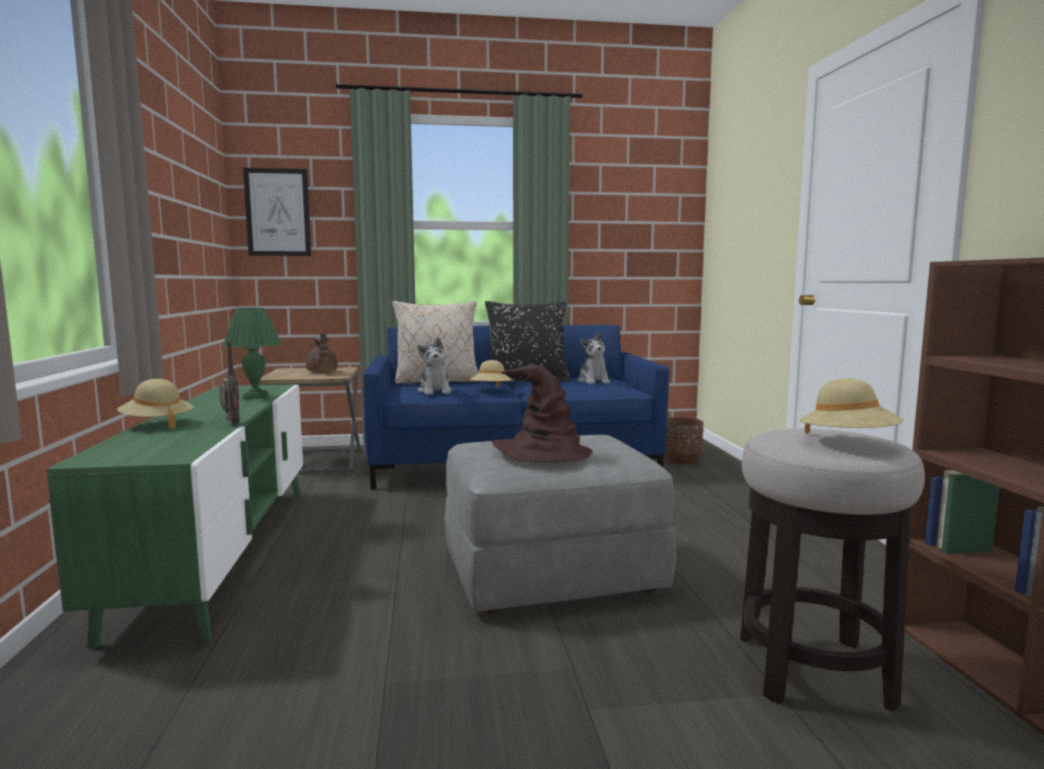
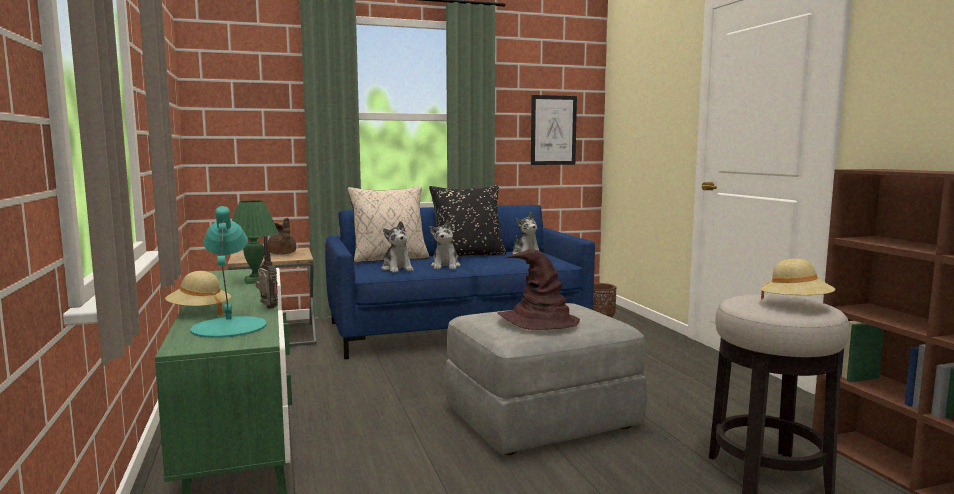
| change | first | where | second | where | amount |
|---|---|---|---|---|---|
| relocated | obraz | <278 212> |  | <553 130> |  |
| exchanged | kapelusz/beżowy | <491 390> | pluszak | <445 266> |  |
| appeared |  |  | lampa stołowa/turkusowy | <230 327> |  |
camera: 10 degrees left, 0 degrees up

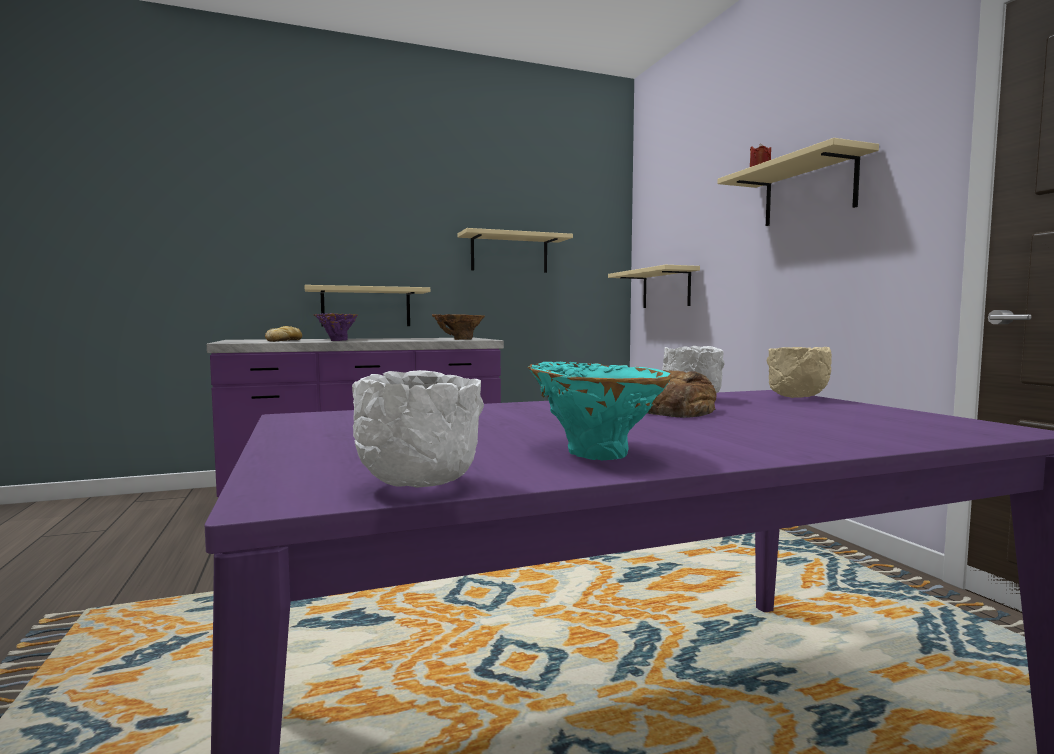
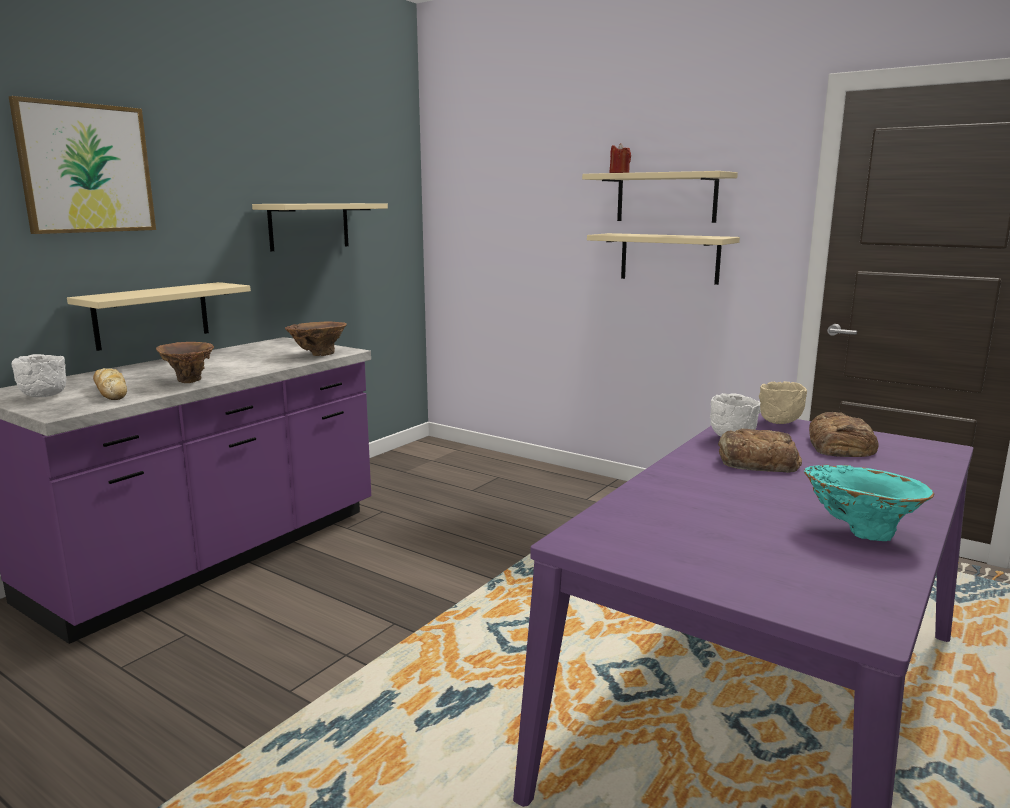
| change | first | where | second | where | amount |
|---|---|---|---|---|---|
| colour | wazon/fioletowy | <336 340> | wazon/brązowy | <188 382> |  |
| relocated | miska/biały | <416 485> |  | <43 396> |  |
| relocated | półka/beżowy | <666 288> |  | <669 258> |  |
| appeared |  |  | obraz | <86 168> |  |
| appeared |  |  | chleb | <839 445> |  |
camera: 35 degrees left, 10 degrees up

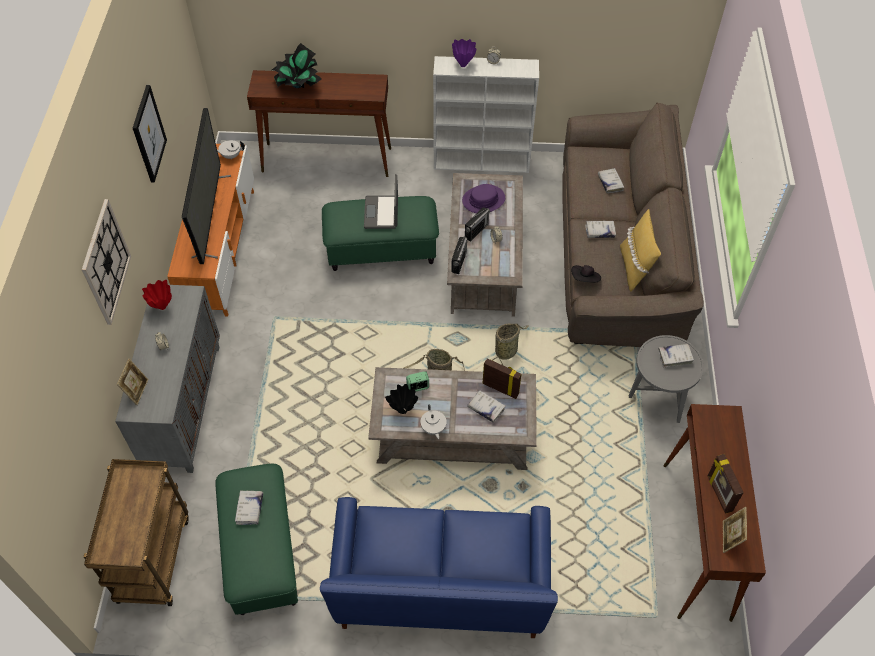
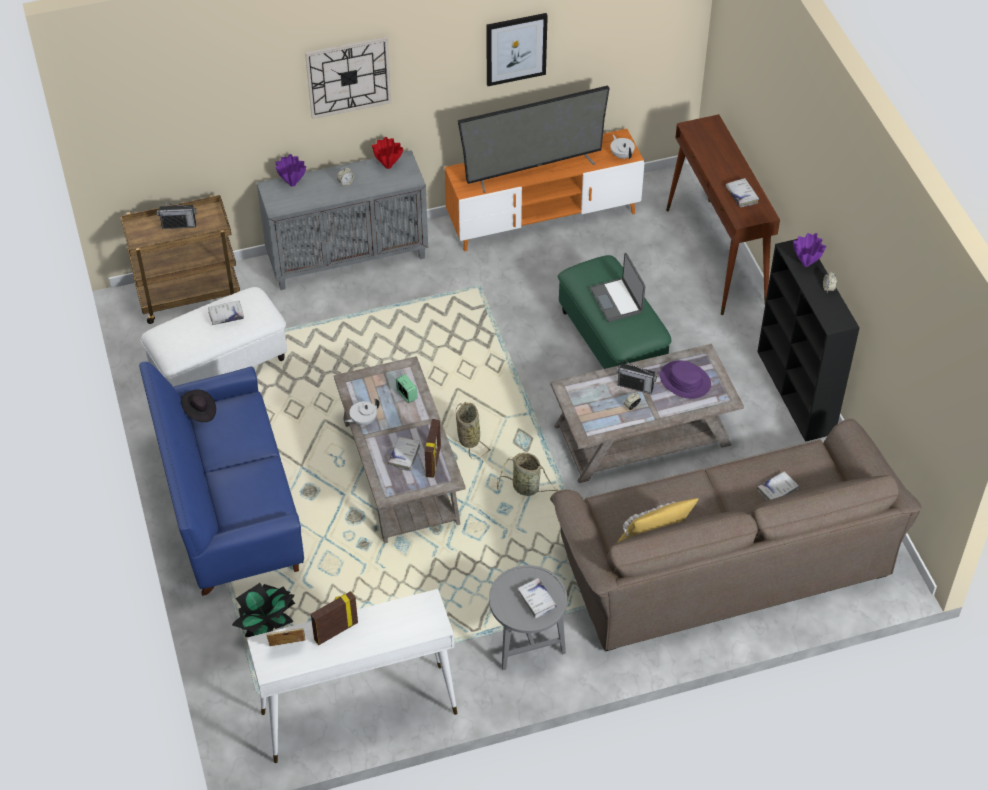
| change | first | where | second | where | amount |
|---|---|---|---|---|---|
| exchanged | ramka na zdjęcie | <137 391> | wazon/fioletowy | <292 184> |  |
| colour | pufa/zielony | <261 552> | pufa/biały | <219 365> |  |
| relocated | roślina doniczkowa | <298 85> |  | <267 624> |  |
| spun | laptop | <382 213> |  | <617 300> | 90 degrees counterclockwise |
| missing | wazon/czarny | <403 411> |  |  |  |
| colour | regał/biały | <482 161> | regał/czarny | <796 393> |  |
| relocated | radio | <459 262> |  | <179 225> |  |
| relocated | kapelusz/czarny | <585 279> |  | <199 412> |  |
| relocated | książka/biały | <600 232> |  | <741 195> |  |
| colour | stolik konsolowy/brązowy | <696 540> | stolik konsolowy/biały | <358 713> |  |
camera: 70 degrees right, 5 degrees down

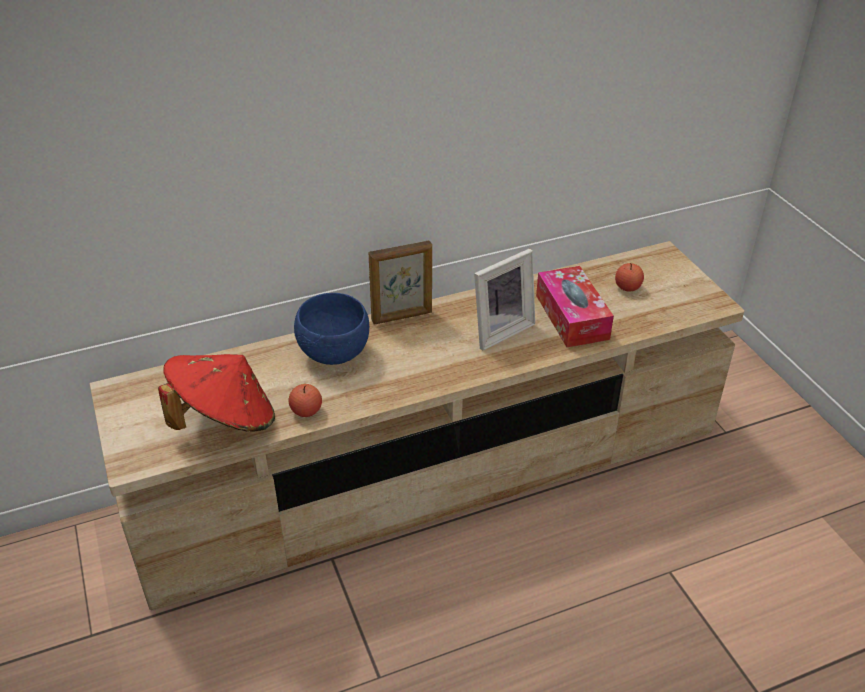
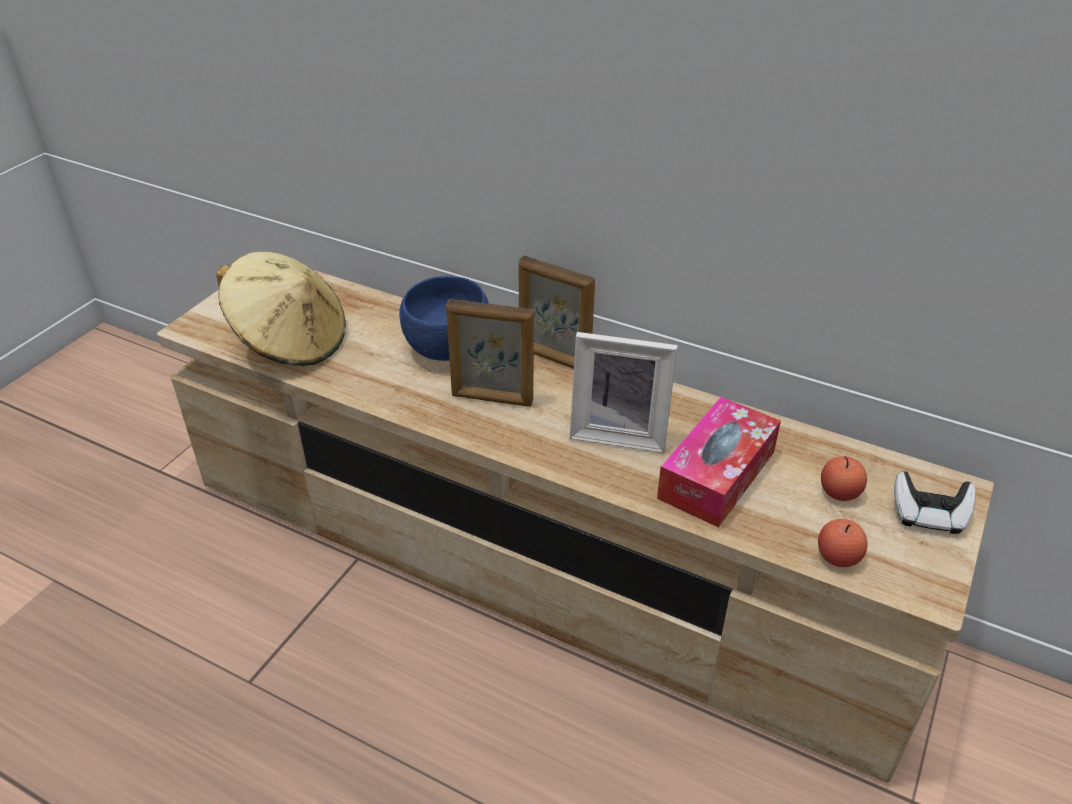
| change | first | where | second | where | amount |
|---|---|---|---|---|---|
| colour | kapelusz/czerwony | <224 420> | kapelusz/beżowy | <290 341> |  |
| relocated | jabłko | <306 411> |  | <838 557> |  |
| appeared |  |  | ramka na zdjęcie | <492 399> |  |
| appeared |  |  | pad do gier | <928 516> |  |
camera: 50 degrees right, 0 degrees up

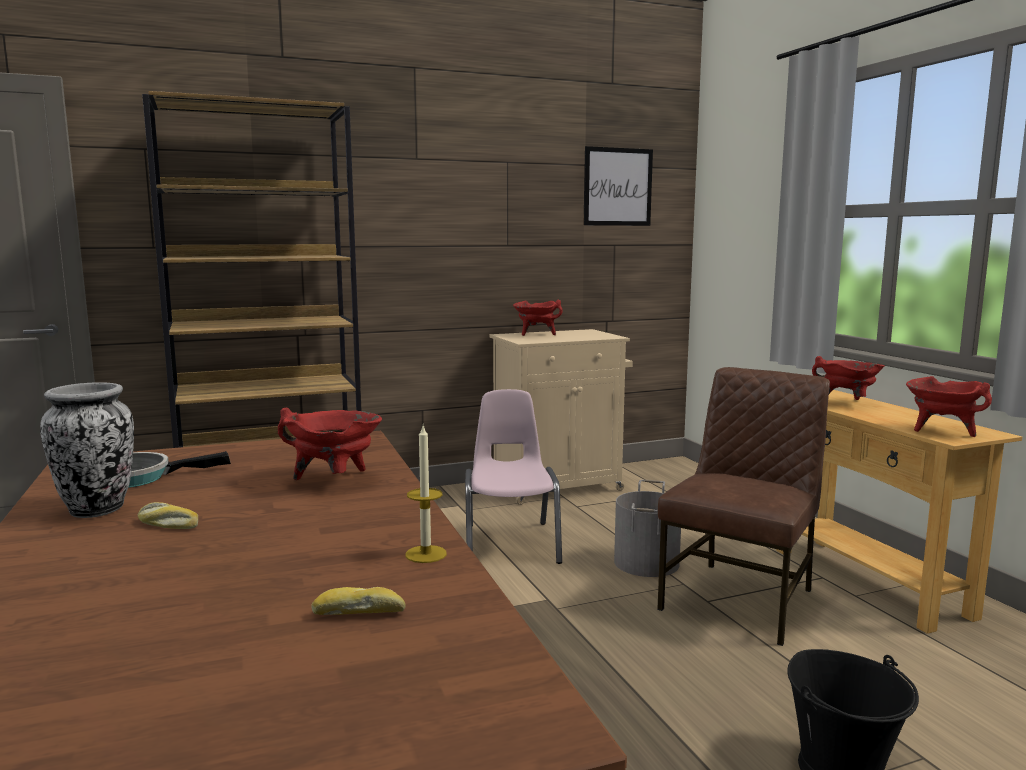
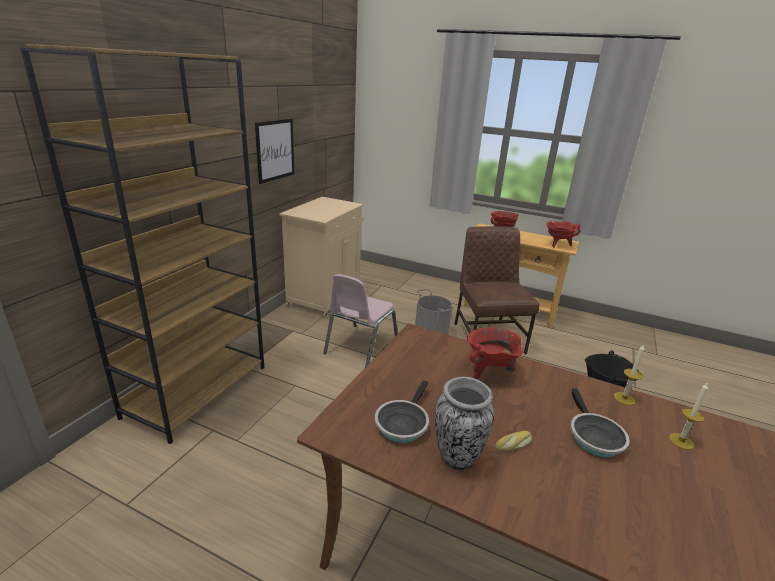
| change | first | where | second | where | amount |
|---|---|---|---|---|---|
| exchanged | chleb | <359 612> | świeca | <681 441> |  |
| spun | krzesło/różowy | <511 543> |  | <360 346> | 105 degrees counterclockwise |
| missing | garnek/czerwony | <536 334> |  |  |  |
| relocated | obraz | <617 187> |  | <275 150> |  |
| appeared |  |  | patelnia | <593 436> |  |
camera: 45 degrees left, 15 degrees up

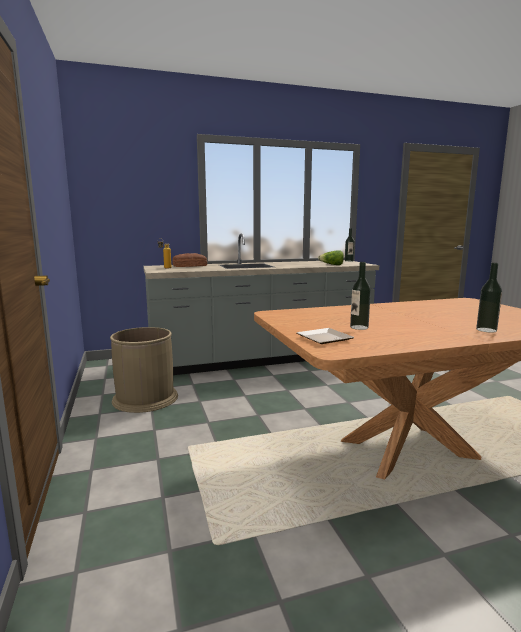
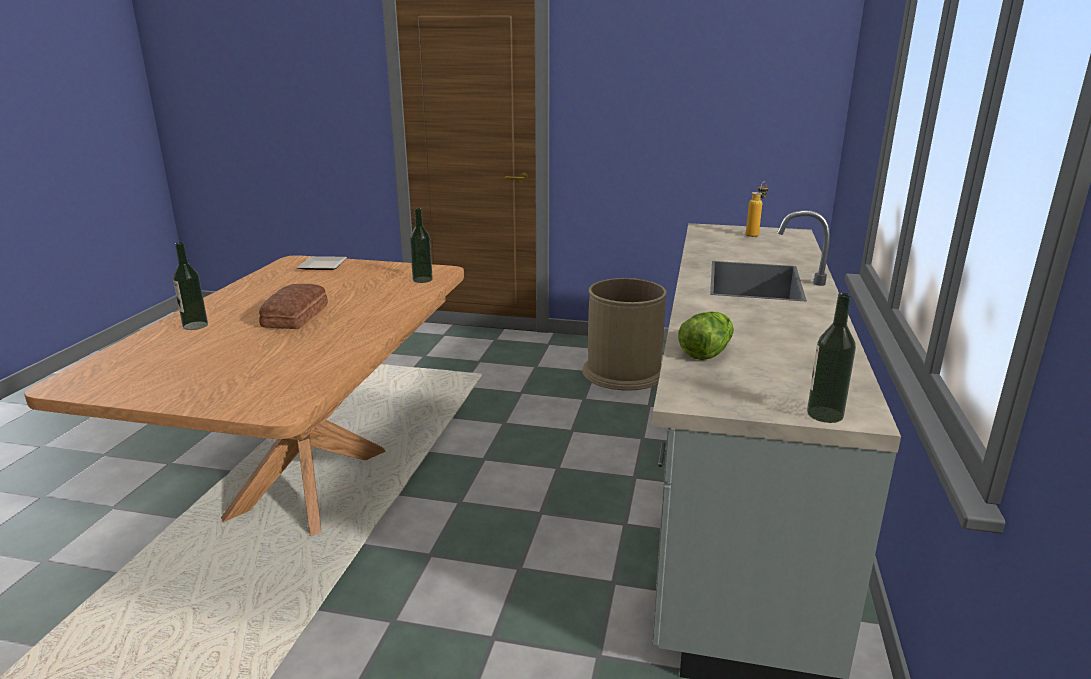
| change | first | where | second | where | amount |
|---|---|---|---|---|---|
| relocated | chleb | <189 266> |  | <297 315> |  |
| relocated | butelka | <359 327> |  | <422 279> |  |
camera: 120 degrees right, 10 degrees up

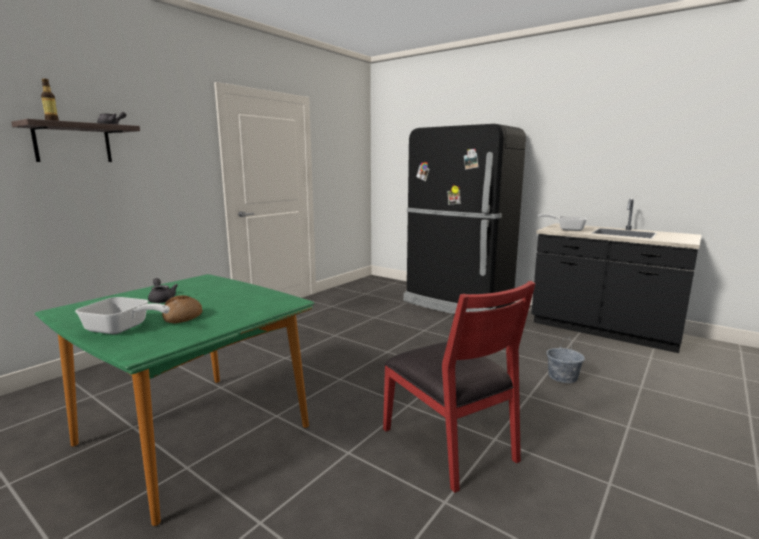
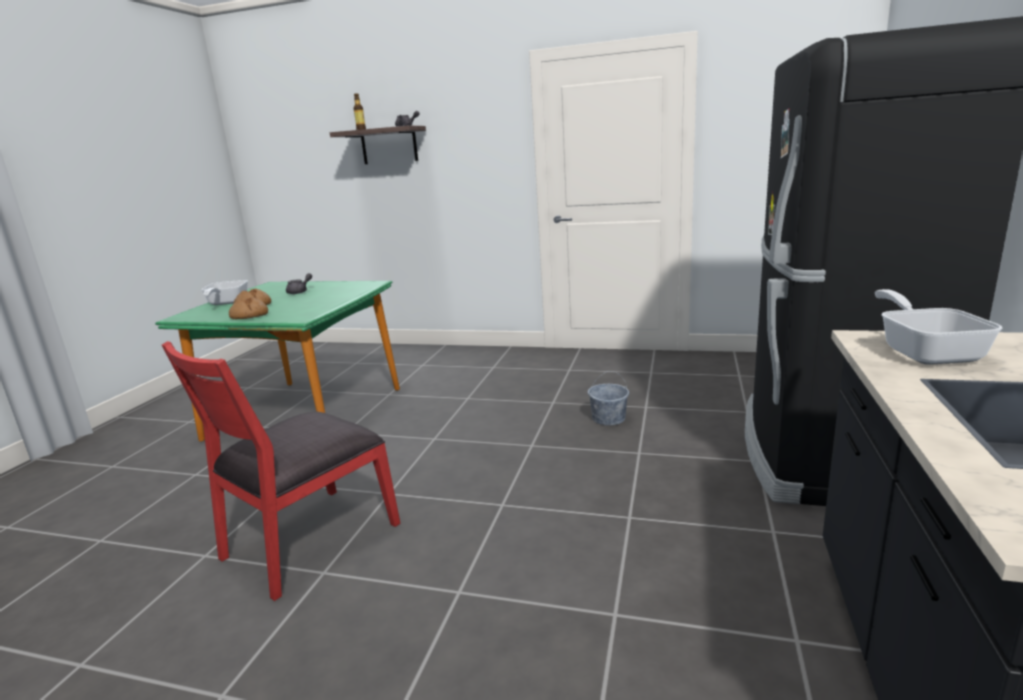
| change | first | where | second | where | amount |
|---|---|---|---|---|---|
| relocated | wiadro/szary | <562 377> |  | <609 418> |  |
| appeared |  |  | chleb | <249 316> |  |
camera: 70 degrees right, 5 degrees up

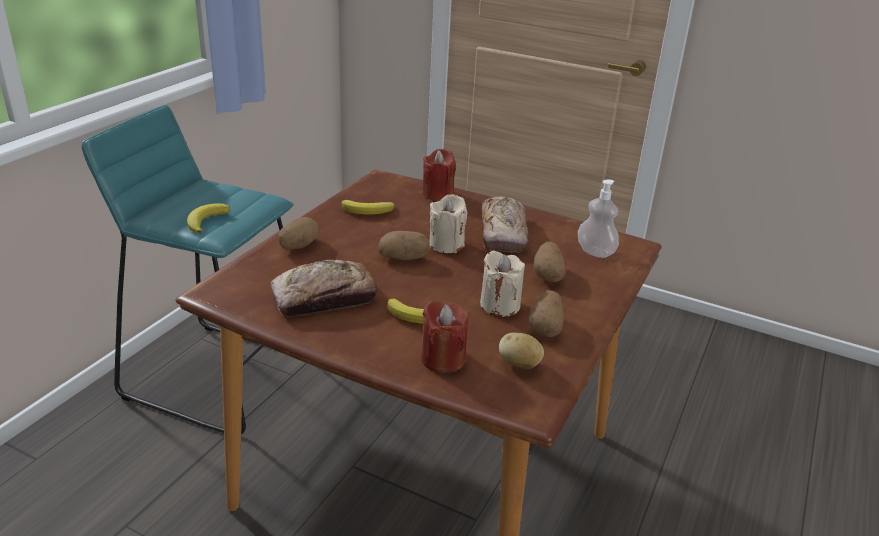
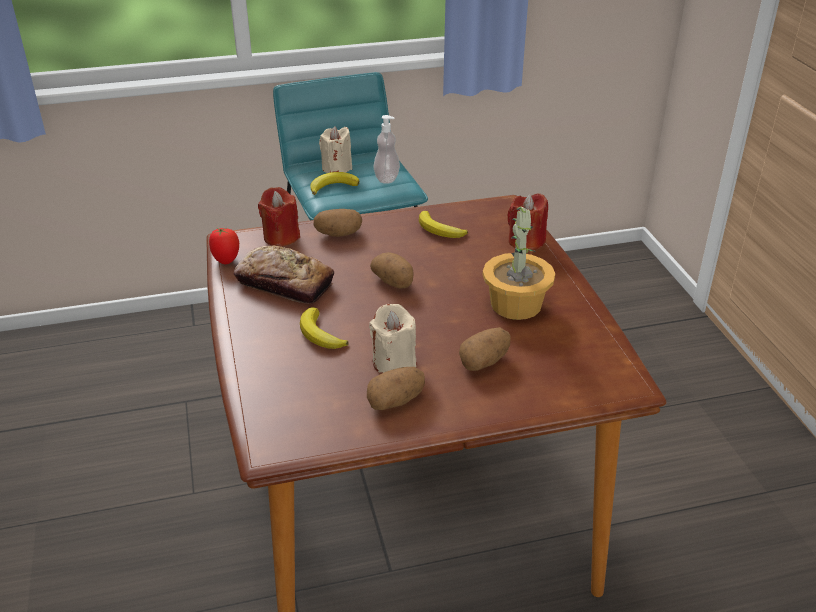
| change | first | where | second | where | amount |
|---|---|---|---|---|---|
| relocated | świeca/czerwony | <443 359> |  | <281 237> |  |
| relocated | świeca/beżowy | <446 245> |  | <336 168> |  |
| exchanged | chleb | <503 233> | roślina doniczkowa | <516 305> |  |
| missing | ziemniak | <519 364> |  |  |  |
| relocated | dozownik mydła | <595 252> |  | <386 178> |  |
| appeared |  |  | pomidor | <226 260> |  |
camera: 50 degrees right, 5 degrees up

